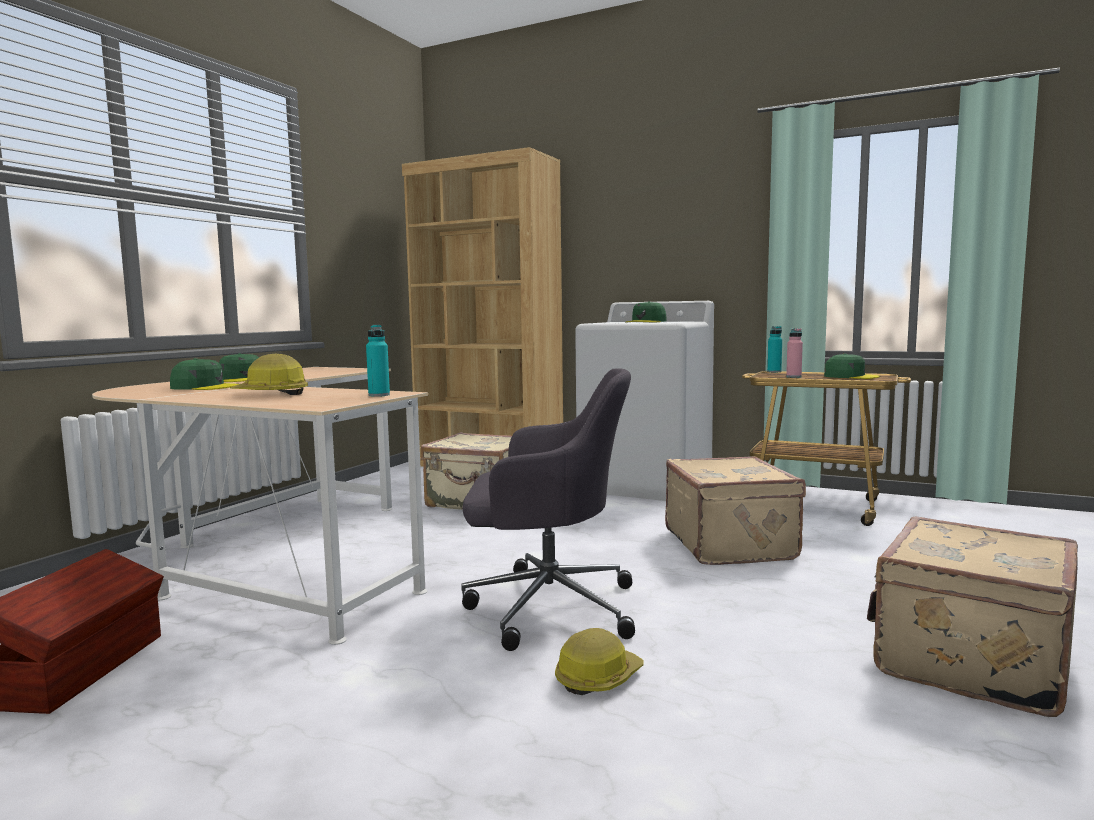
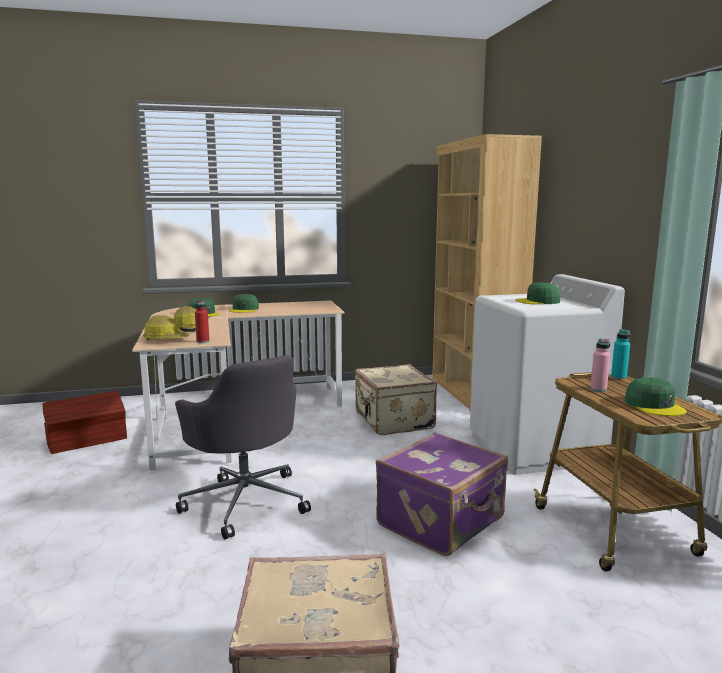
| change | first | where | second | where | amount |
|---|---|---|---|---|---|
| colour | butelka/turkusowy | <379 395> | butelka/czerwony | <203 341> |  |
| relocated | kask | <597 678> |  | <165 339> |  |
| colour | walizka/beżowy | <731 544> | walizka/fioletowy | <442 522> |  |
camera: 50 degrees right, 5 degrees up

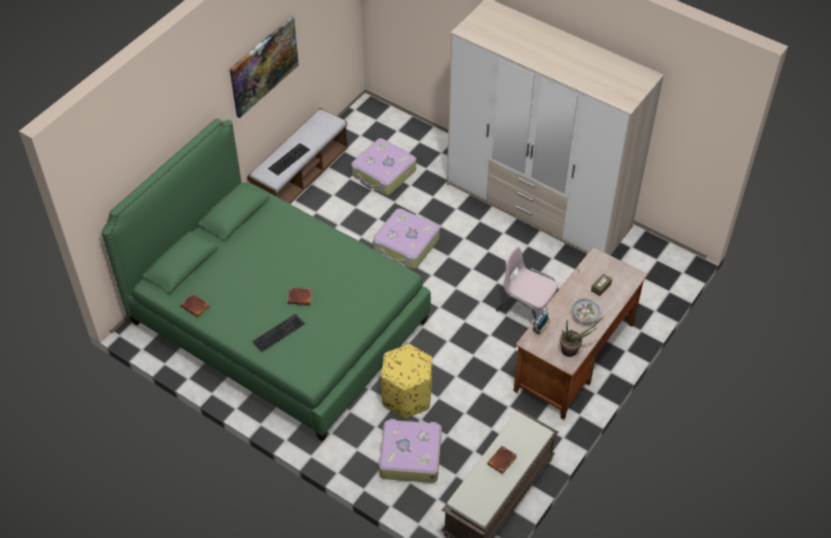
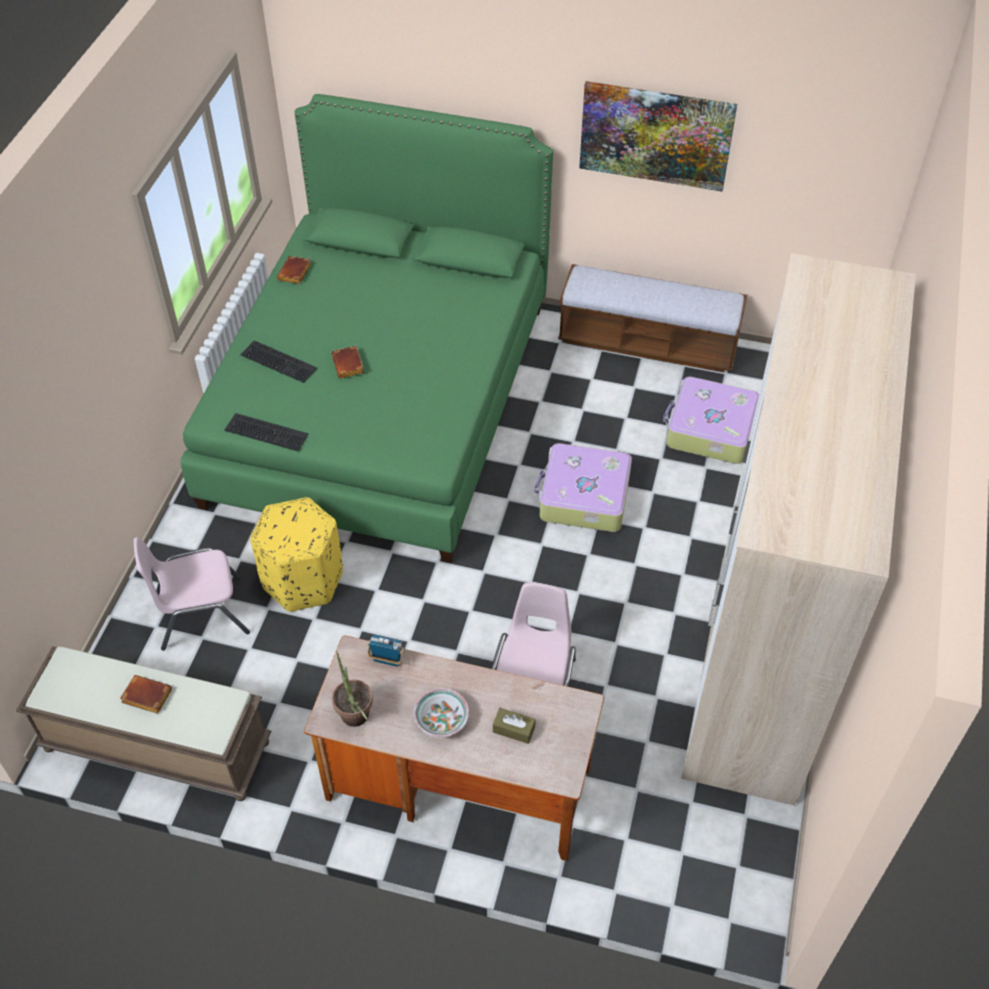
| change | first | where | second | where | amount |
|---|---|---|---|---|---|
| relocated | klawiatura | <288 158> |  | <267 431> |  |
| exchanged | walizka | <410 456> | krzesło/różowy | <201 614> |  |
camera: 70 degrees right, 0 degrees up

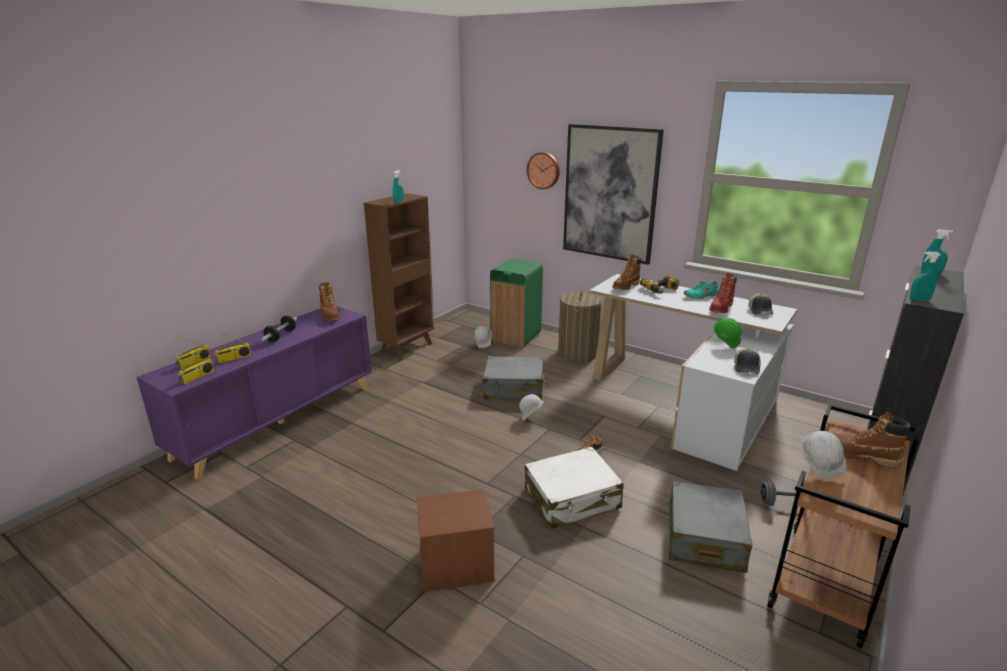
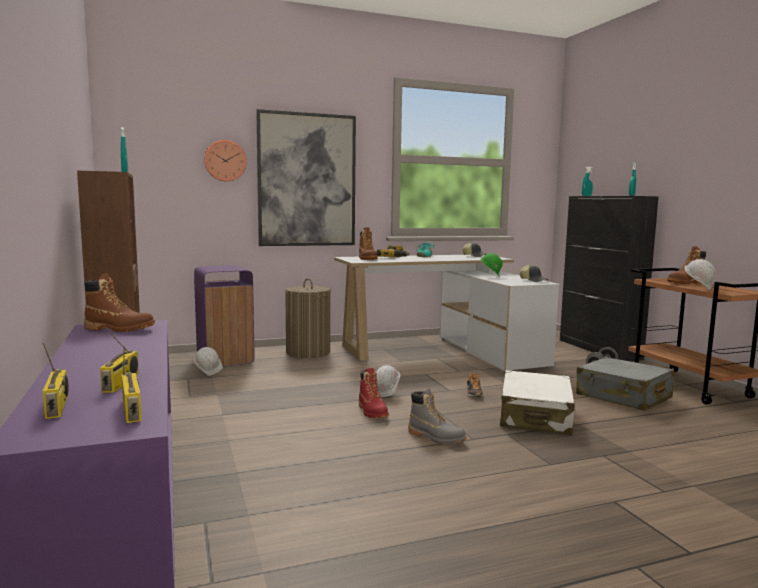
| change | first | where | second | where | amount |
|---|---|---|---|---|---|
| missing | hantel | <281 336> |  |  |  |
| missing | pojemnik do przechowywania/brązowy | <455 565> |  |  |  |
| missing | walizka/szary | <514 388> |  |  |  |
| colour | kosz na śmieci/zielony | <516 337> | kosz na śmieci/fioletowy | <225 359> |  |
| relocated | but z cholewką/czerwony | <721 308> |  | <372 412> |  |
| appeared |  |  | but z cholewką/szary | <436 437> |  |
camera: 55 degrees left, 15 degrees down

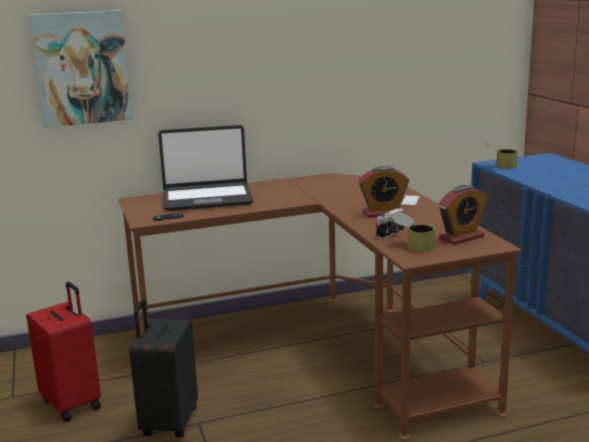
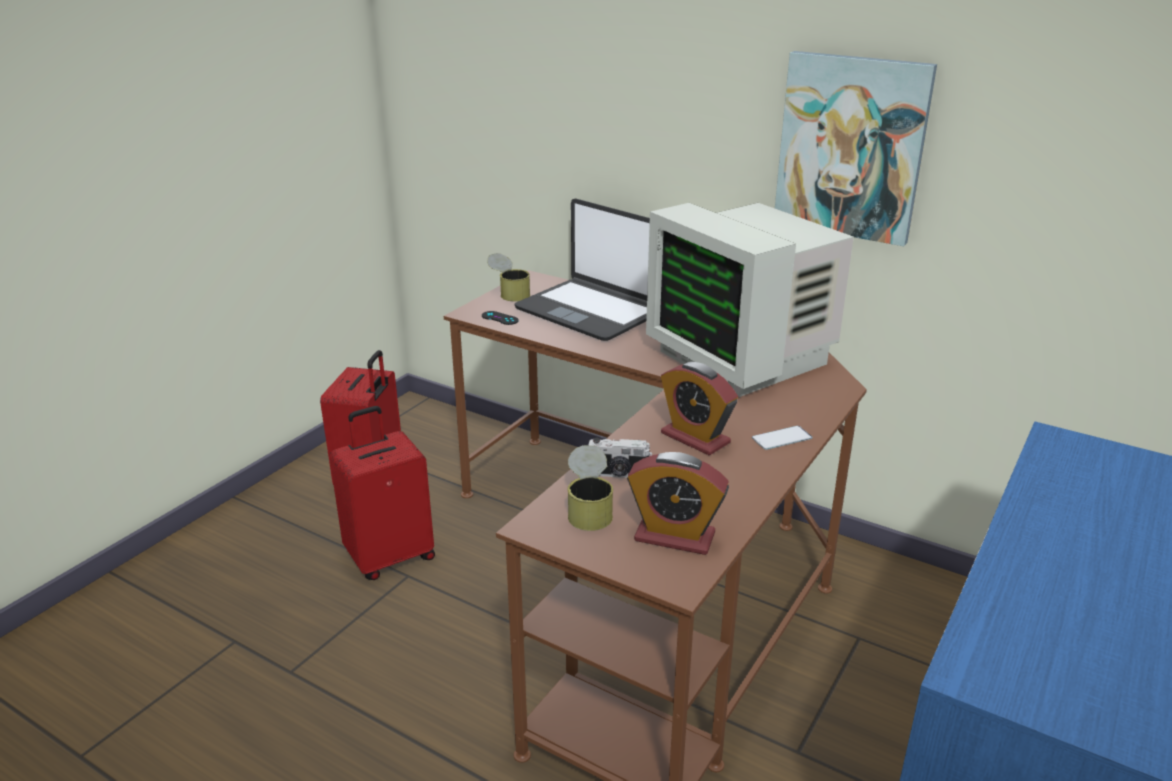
| change | first | where | second | where | amount |
|---|---|---|---|---|---|
| relocated | obraz | <82 68> |  | <851 147> |  |
| colour | walizka/czarny | <168 423> | walizka/czerwony | <390 557> |  |
| relocated | puszka | <500 166> |  | <509 293> |  |
| appeared |  |  | monitor | <743 357> |  |
camera: 50 degrees right, 10 degrees up

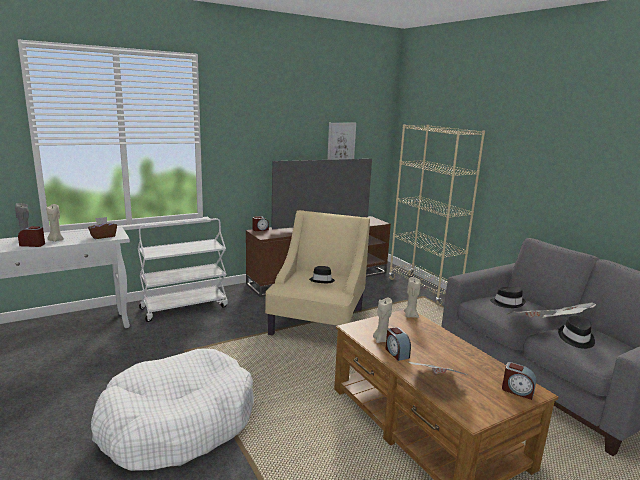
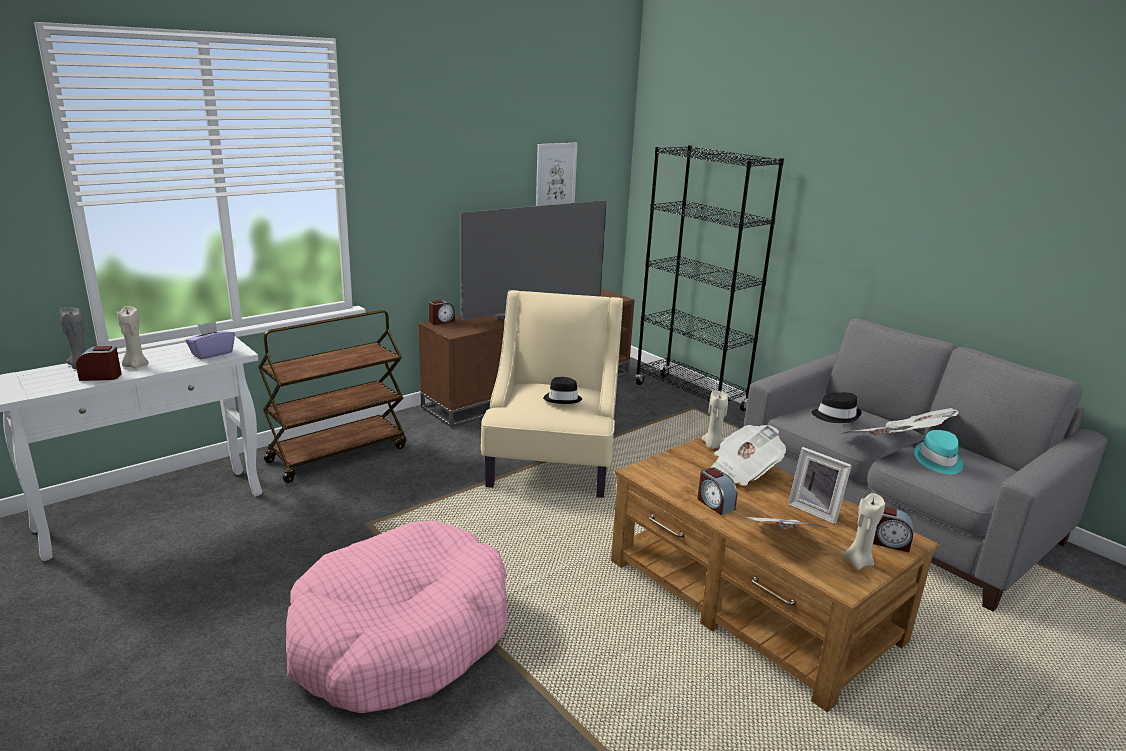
| change | first | where | second | where | amount |
|---|---|---|---|---|---|
| colour | pudełko chusteczek/brązowy | <103 236> | pudełko chusteczek/fioletowy | <212 353> |  |
| colour | legowisko/biały | <177 423> | legowisko/różowy | <400 636> |  |
| colour | wózek/biały | <184 307> | wózek/brązowy | <338 454> |  |
| relocated | świeca/beżowy | <381 340> |  | <858 562> |  |
| colour | regał/beżowy | <423 289> | regał/czarny | <690 397> |  |
| colour | kapelusz/czarny | <576 338> | kapelusz/turkusowy | <938 461> |  |
| appeared |  |  | gazeta | <742 472> |  |
| appeared |  |  | ramka na zdjęcie | <815 510> |  |
camera: 10 degrees left, 5 degrees up

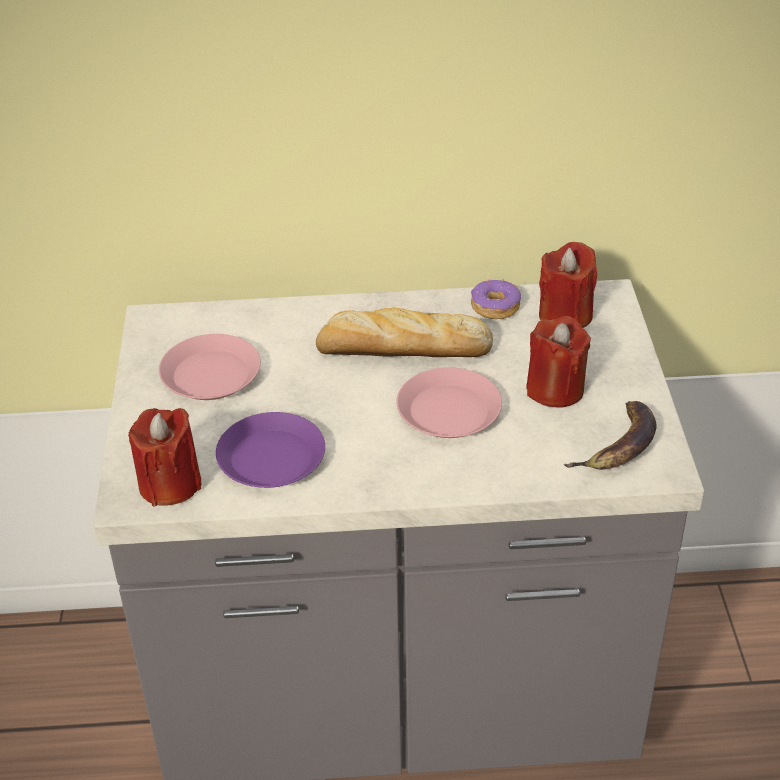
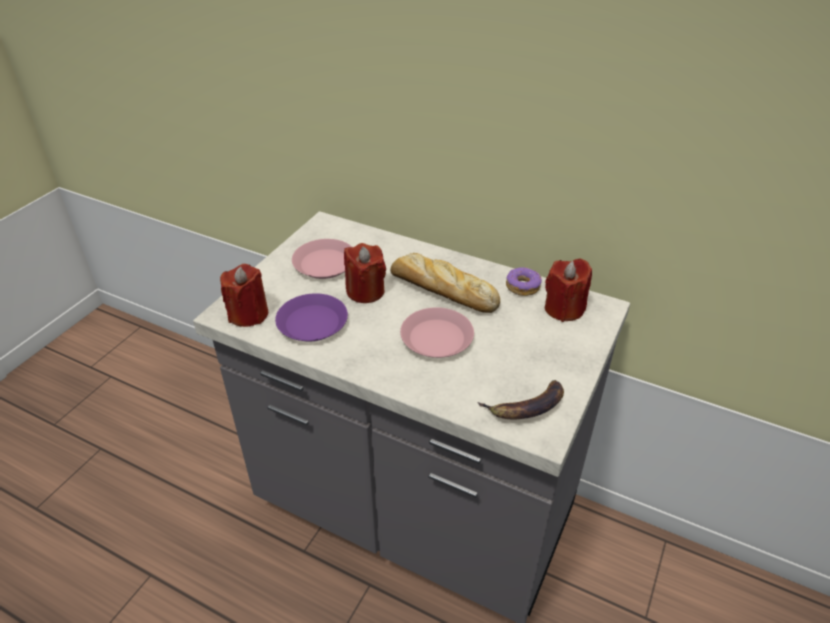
| change | first | where | second | where | amount |
|---|---|---|---|---|---|
| relocated | świeca/czerwony | <555 389> |  | <365 291> |  |
camera: 30 degrees right, 0 degrees up

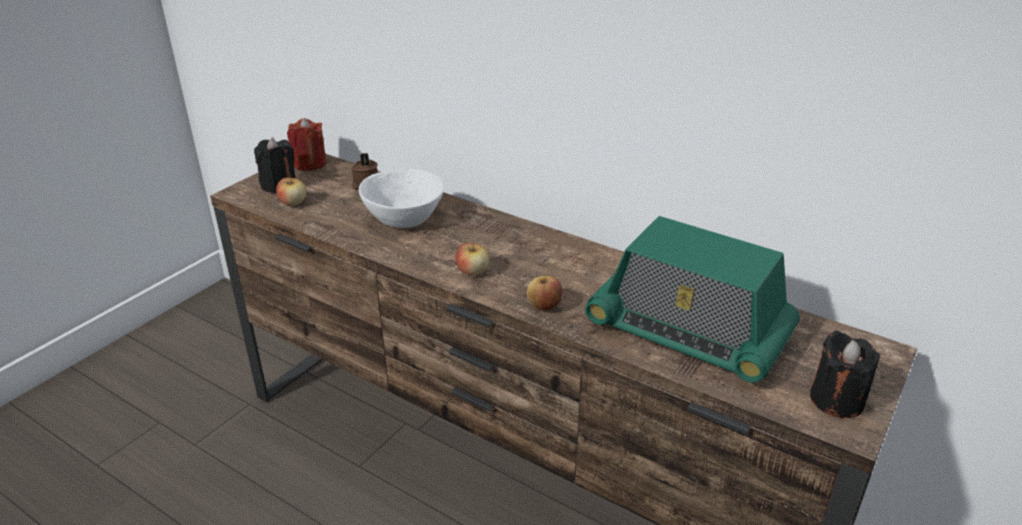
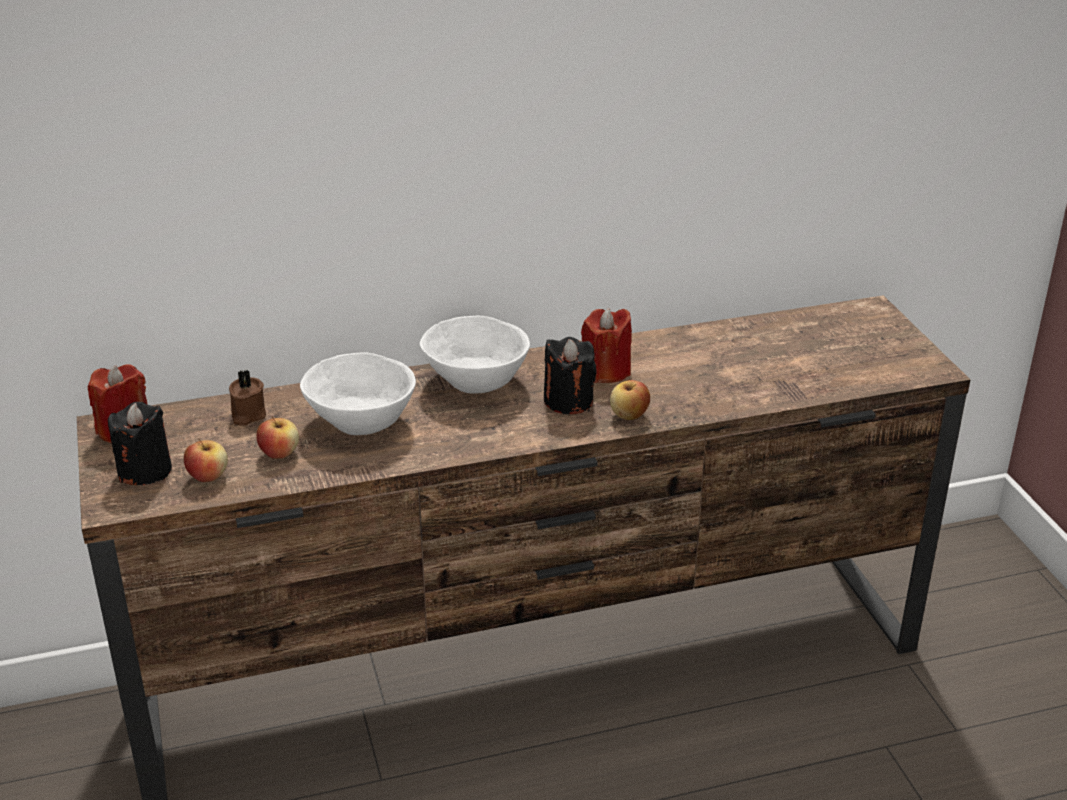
| change | first | where | second | where | amount |
|---|---|---|---|---|---|
| relocated | jabłko | <472 271> |  | <279 453> |  |
| missing | radio | <688 331> |  |  |  |
| relocated | świeca/czarny | <836 400> |  | <568 401> |  |
| appeared |  |  | miska/biały | <477 380> |  |
| appeared |  |  | świeca/czerwony | <606 371> |  |
camera: 50 degrees left, 0 degrees up

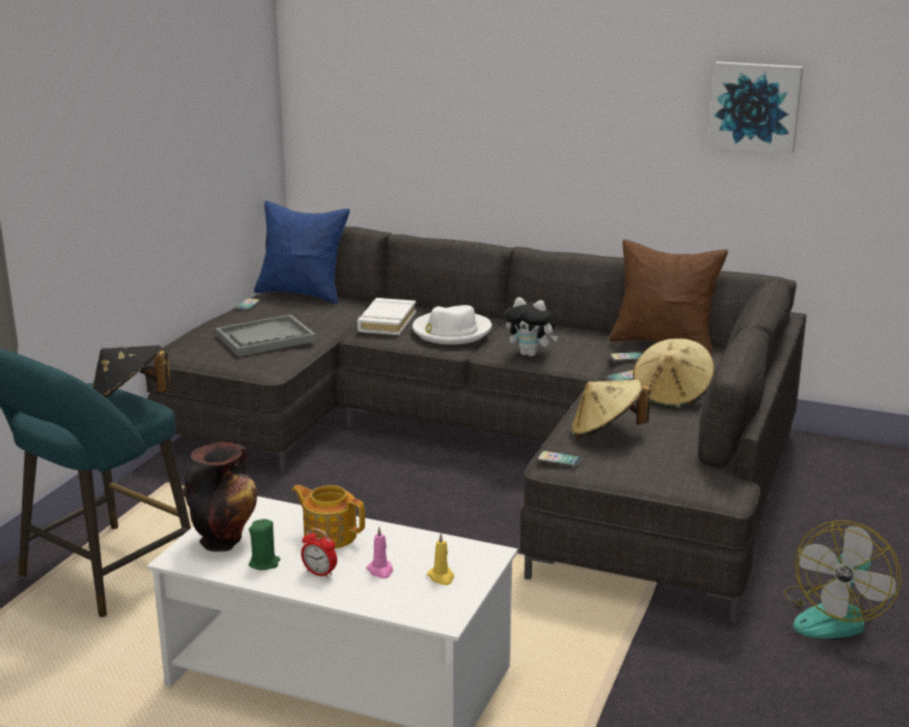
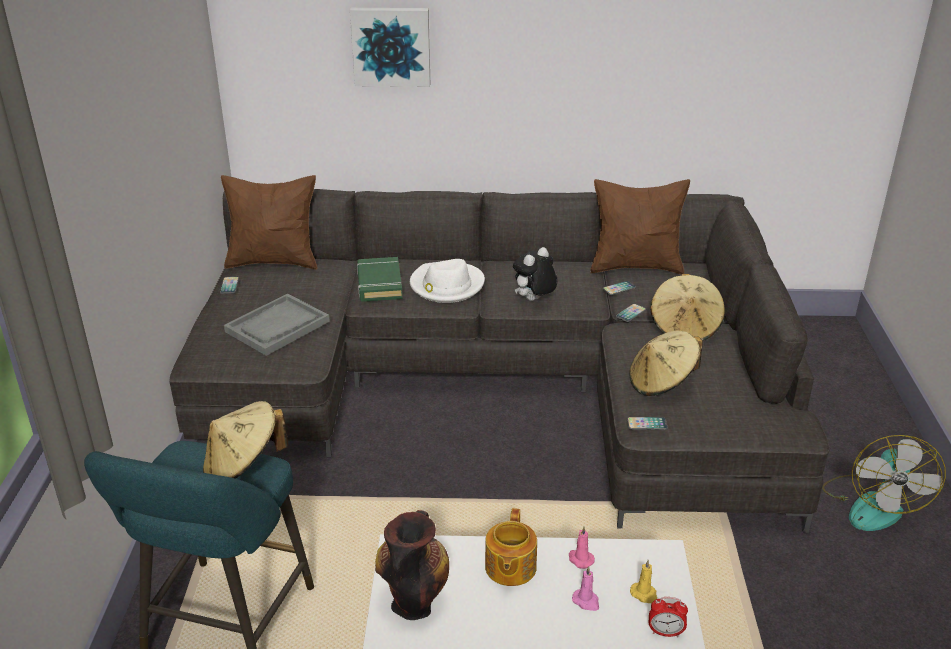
| change | first | where | second | where | amount |
|---|---|---|---|---|---|
| colour | kapelusz/czarny | <128 402> | kapelusz/beżowy | <243 466> |  |
| missing | świeca/zielony | <264 563> |  |  |  |
| colour | poduszka/niebieski | <302 294> | poduszka/brązowy | <274 261> |  |
| spun | imbryk | <329 535> |  | <509 568> | 90 degrees counterclockwise |
| relocated | budzik | <320 573> |  | <665 632> |  |
| colour | książka/biały | <386 322> | książka/zielony | <379 284> |  |
| spun | pluszak | <530 354> |  | <534 300> | 135 degrees clockwise |
| relocated | obraz | <755 106> |  | <391 46> |  |
| appeared |  |  | świeca/różowy | <580 559> |  |
camera: 20 degrees left, 10 degrees up

